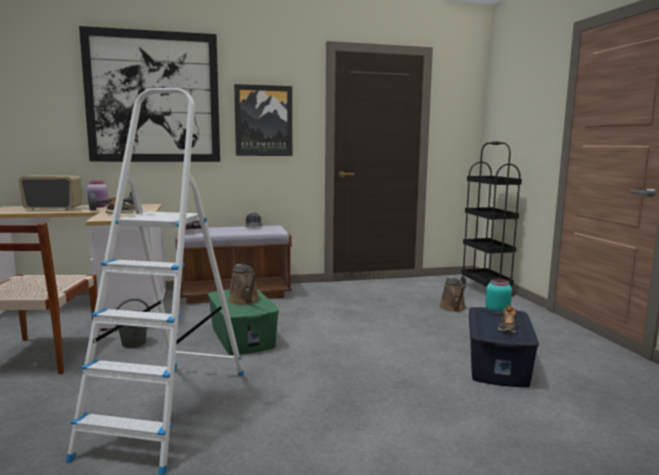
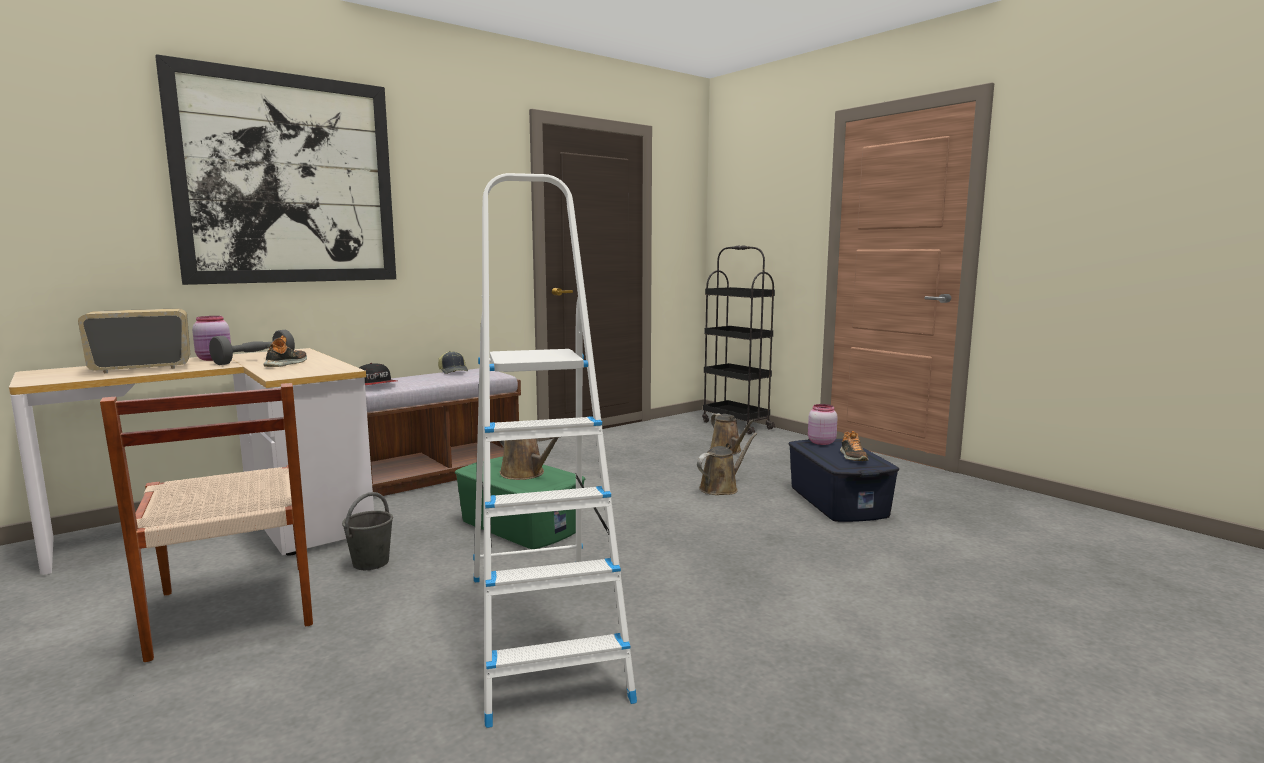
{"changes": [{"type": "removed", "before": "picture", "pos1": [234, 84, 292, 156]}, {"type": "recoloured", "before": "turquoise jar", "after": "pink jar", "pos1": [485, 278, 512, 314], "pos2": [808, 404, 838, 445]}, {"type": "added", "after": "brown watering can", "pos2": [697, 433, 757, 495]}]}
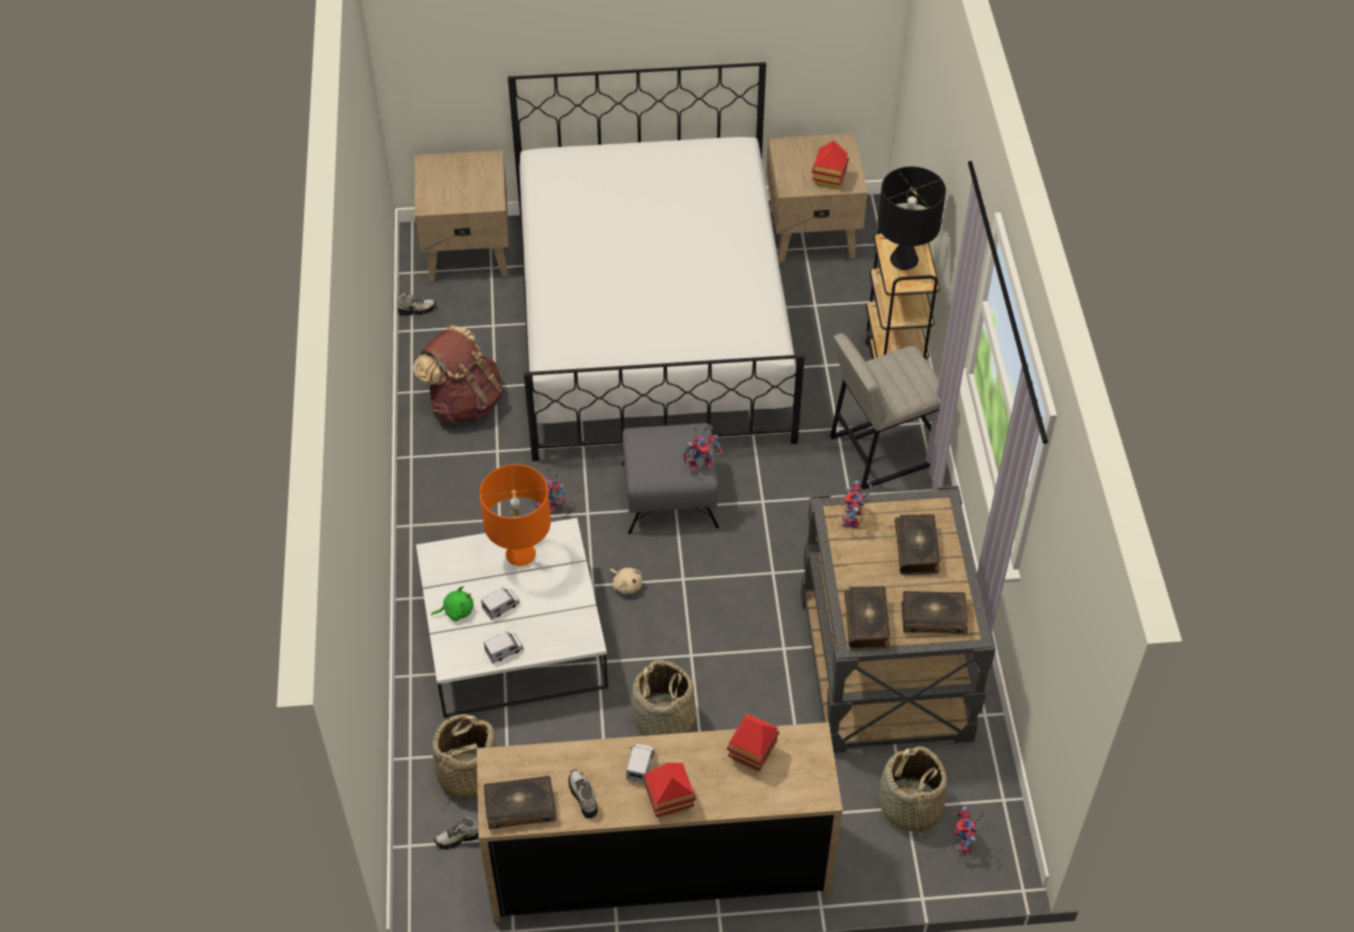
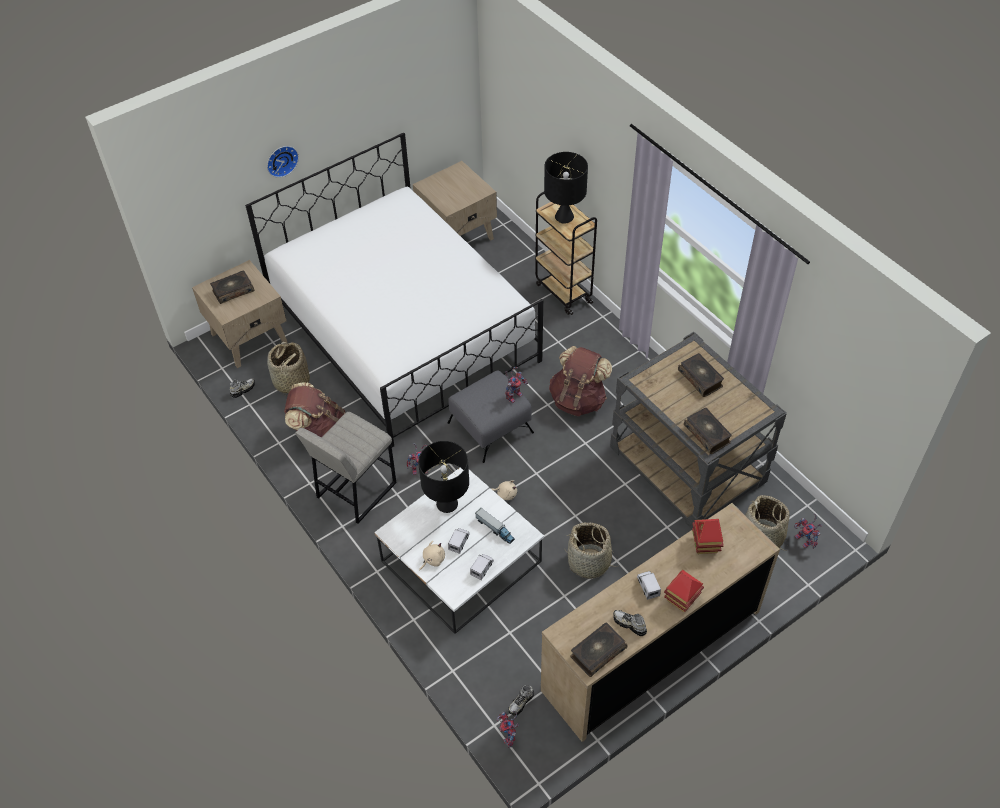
{"changes": [{"type": "removed", "before": "toy house", "pos1": [812, 140, 849, 190]}, {"type": "moved", "before": "grey chair", "pos1": [830, 333, 941, 490], "pos2": [295, 412, 397, 524]}, {"type": "recoloured", "before": "orange table lamp", "after": "black table lamp", "pos1": [479, 464, 551, 566], "pos2": [418, 441, 469, 513]}, {"type": "moved", "before": "toy robot", "pos1": [842, 480, 872, 528], "pos2": [496, 711, 519, 748]}, {"type": "recoloured", "before": "green plush toy", "after": "beige plush toy", "pos1": [431, 586, 474, 621], "pos2": [419, 541, 445, 571]}, {"type": "moved", "before": "book", "pos1": [901, 591, 968, 634], "pos2": [210, 270, 254, 304]}, {"type": "moved", "before": "basket", "pos1": [432, 714, 497, 798], "pos2": [267, 342, 310, 396]}, {"type": "added", "after": "wall clock", "pos2": [267, 146, 299, 178]}, {"type": "added", "after": "brown backpack", "pos2": [549, 346, 612, 416]}, {"type": "added", "after": "toy truck", "pos2": [476, 508, 515, 544]}]}
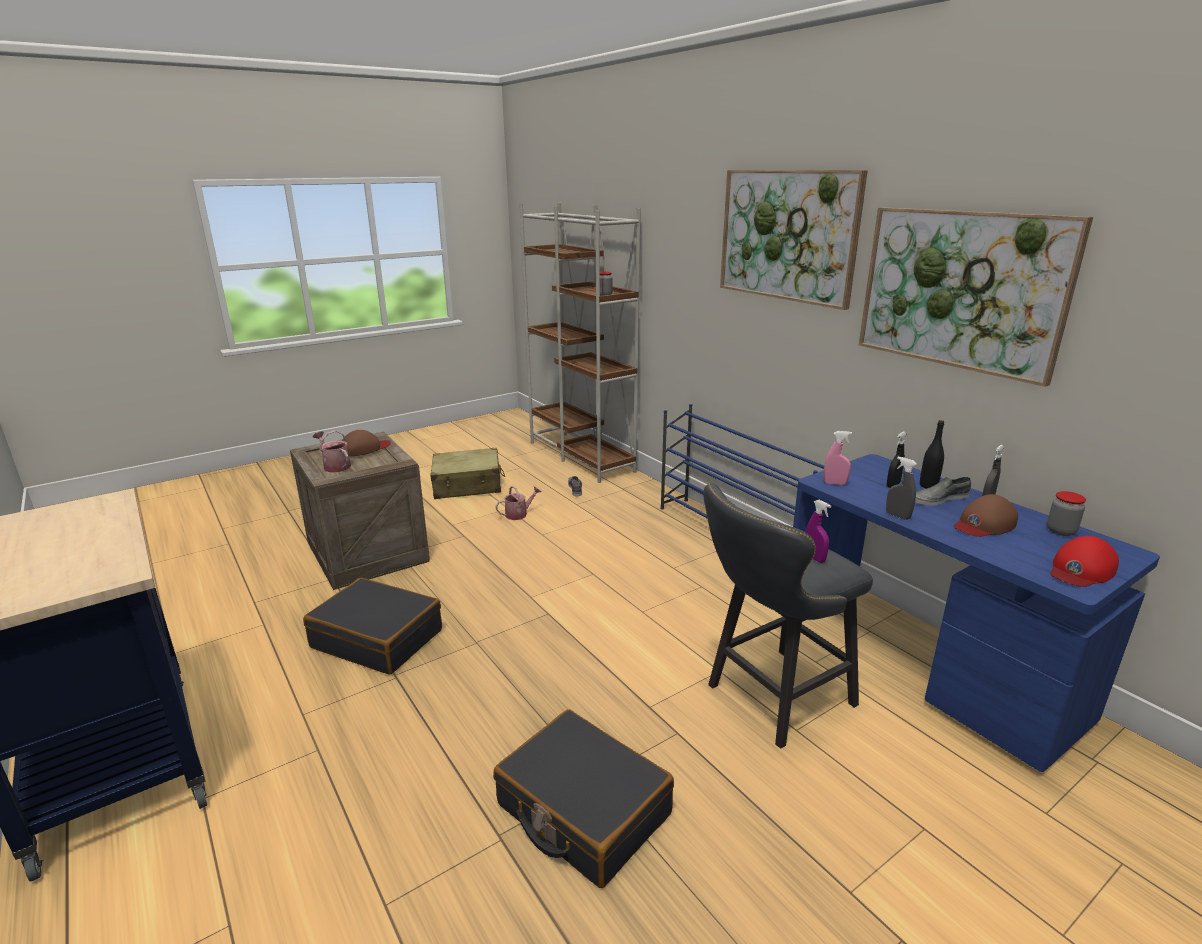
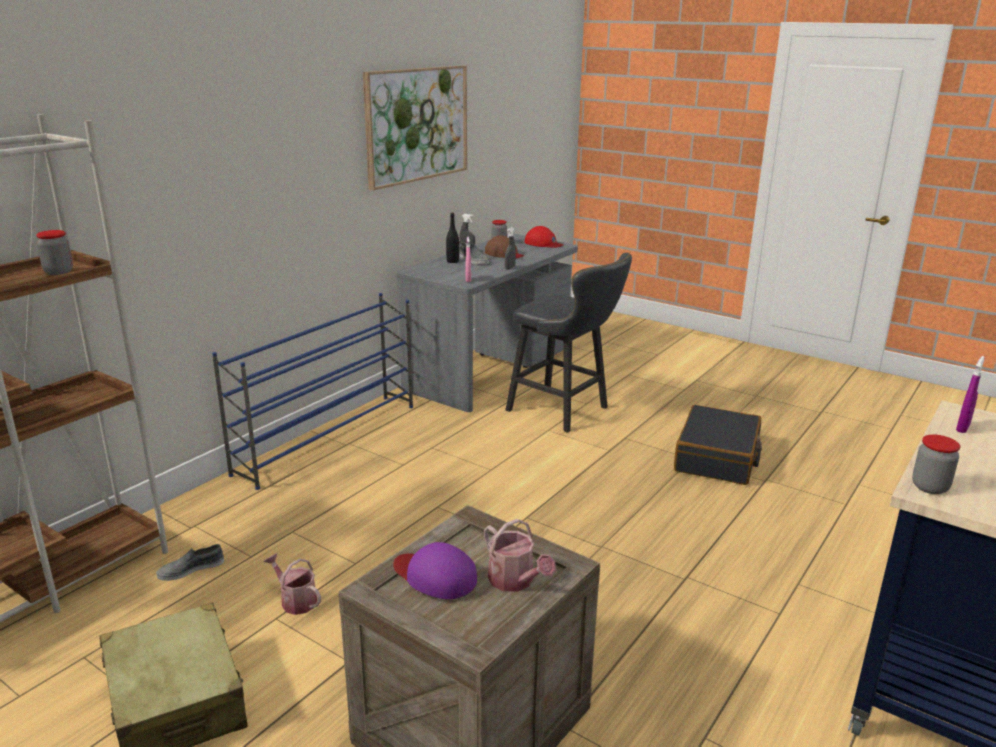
{"changes": [{"type": "removed", "before": "picture", "pos1": [720, 170, 868, 310]}, {"type": "turned", "before": "watering can", "pos1": [313, 430, 351, 472], "pos2": [484, 519, 556, 592], "turn": -60}, {"type": "recoloured", "before": "brown cap", "after": "purple cap", "pos1": [342, 430, 391, 456], "pos2": [393, 542, 477, 599]}, {"type": "removed", "before": "black spray bottle", "pos1": [887, 431, 907, 488]}, {"type": "recoloured", "before": "blue desk", "after": "grey desk", "pos1": [793, 454, 1160, 772], "pos2": [396, 234, 578, 412]}, {"type": "moved", "before": "purple spray bottle", "pos1": [806, 500, 831, 563], "pos2": [956, 356, 985, 433]}, {"type": "removed", "before": "black suitcase", "pos1": [303, 578, 442, 675]}, {"type": "added", "after": "jar", "pos2": [912, 435, 960, 494]}]}
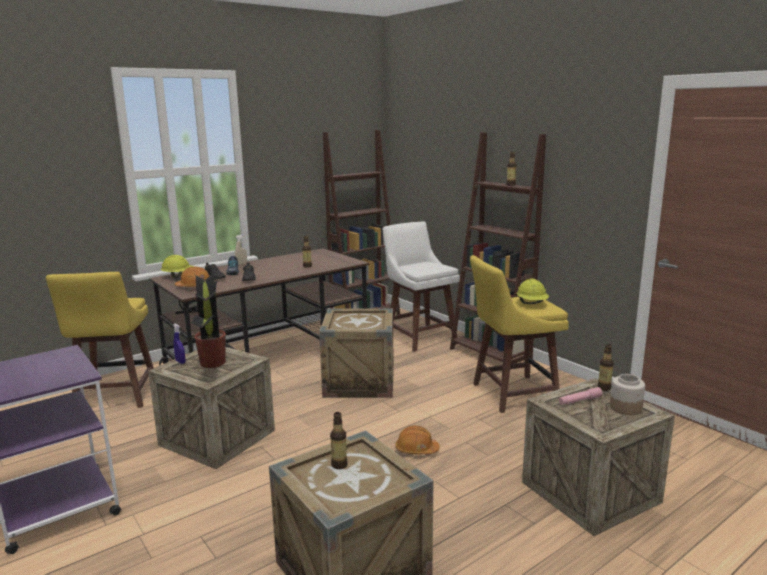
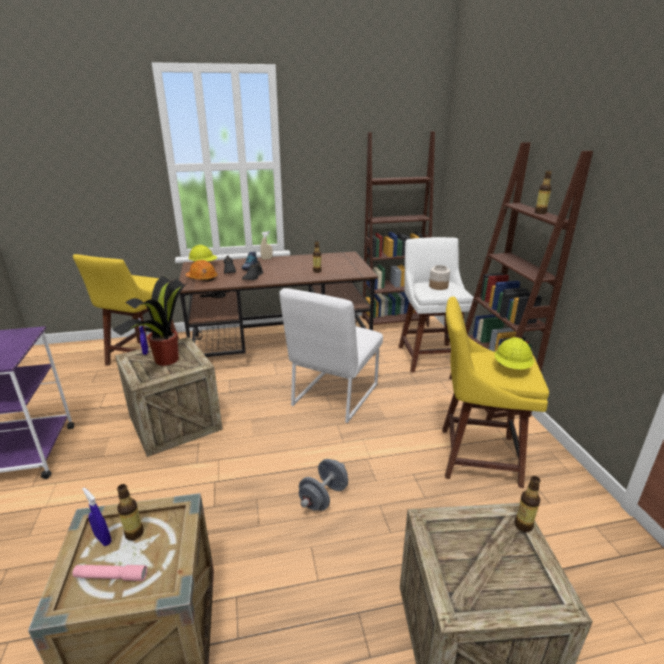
{"changes": [{"type": "replaced", "before": "crate", "after": "white chair", "pos1": [319, 308, 394, 398], "pos2": [279, 288, 383, 423]}, {"type": "moved", "before": "jar", "pos1": [610, 374, 645, 415], "pos2": [429, 265, 450, 290]}, {"type": "moved", "before": "pink flashlight", "pos1": [559, 387, 603, 405], "pos2": [72, 565, 147, 581]}, {"type": "replaced", "before": "orange hard hat", "after": "grey dumbbell", "pos1": [395, 425, 440, 454], "pos2": [299, 459, 348, 511]}, {"type": "added", "after": "blue spray bottle", "pos2": [82, 488, 112, 546]}]}
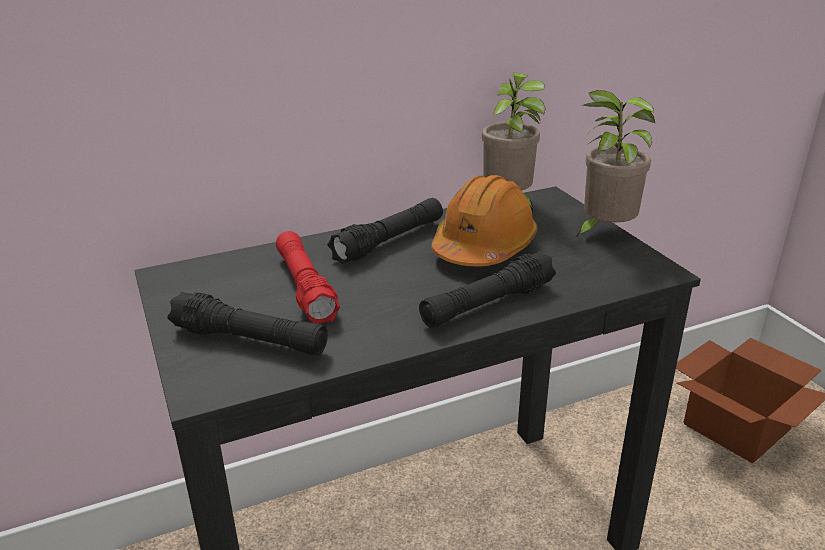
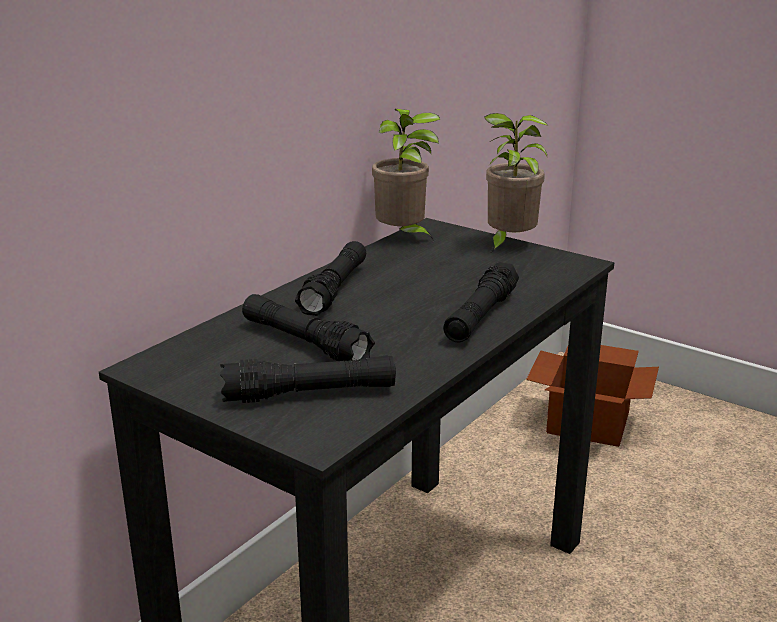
{"changes": [{"type": "removed", "before": "orange hard hat", "pos1": [431, 175, 537, 266]}, {"type": "recoloured", "before": "red flashlight", "after": "black flashlight", "pos1": [276, 231, 340, 324], "pos2": [242, 294, 375, 361]}]}
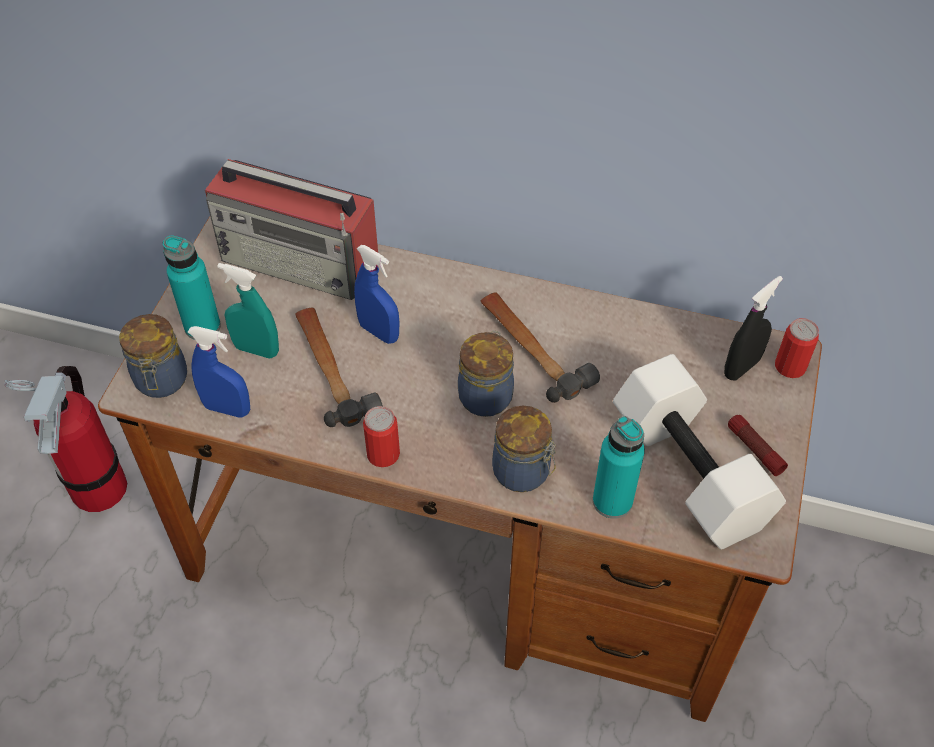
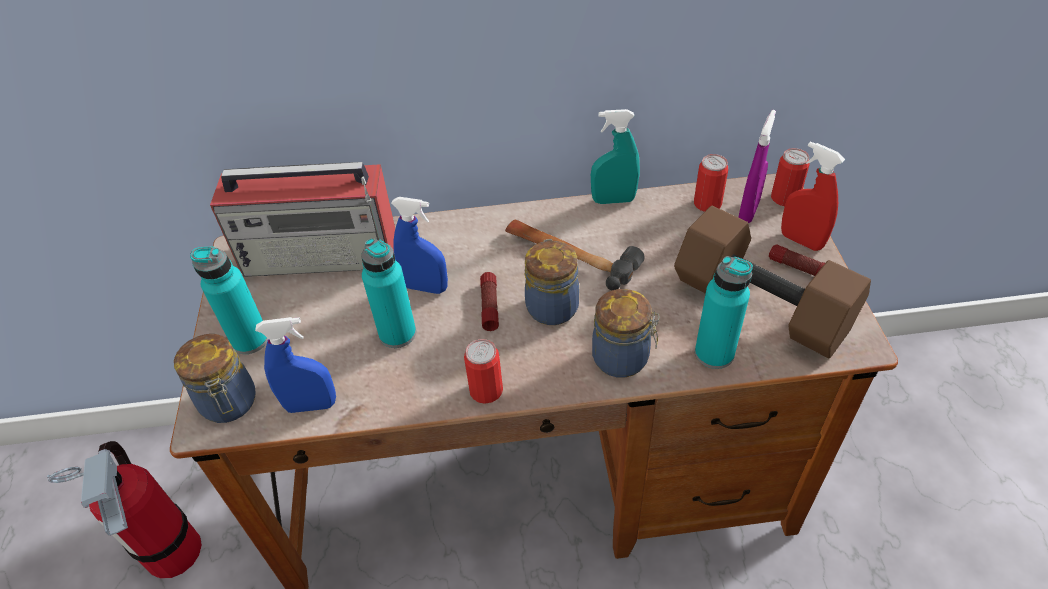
{"changes": [{"type": "moved", "before": "turquoise spray bottle", "pos1": [217, 263, 279, 359], "pos2": [591, 109, 640, 204]}, {"type": "recoloured", "before": "black spray bottle", "after": "purple spray bottle", "pos1": [724, 276, 783, 380], "pos2": [739, 110, 776, 223]}, {"type": "replaced", "before": "hammer", "after": "turquoise bottle", "pos1": [295, 308, 383, 427], "pos2": [361, 238, 416, 348]}, {"type": "recoloured", "before": "white dumbbell", "after": "brown dumbbell", "pos1": [613, 354, 786, 549], "pos2": [674, 206, 871, 358]}, {"type": "added", "after": "red spray bottle", "pos2": [781, 141, 845, 251]}, {"type": "added", "after": "can", "pos2": [694, 154, 728, 212]}, {"type": "added", "after": "flashlight", "pos2": [480, 272, 499, 331]}]}
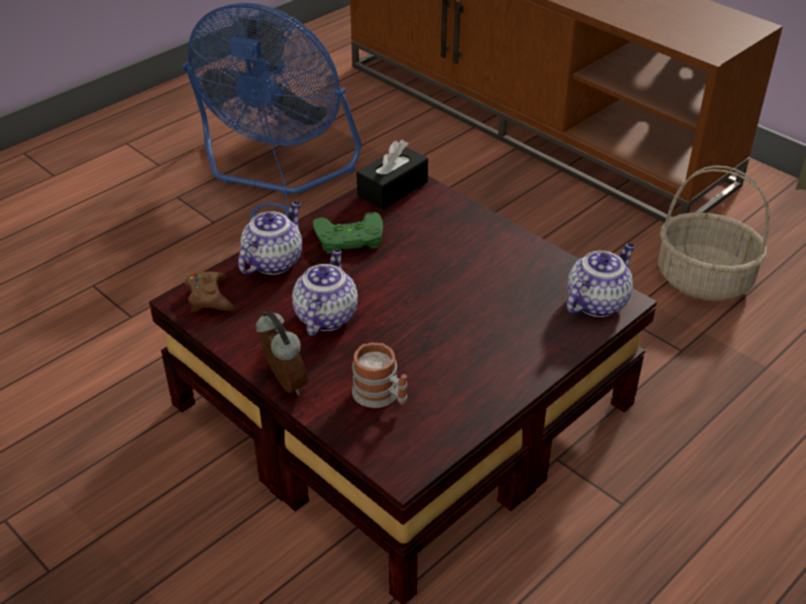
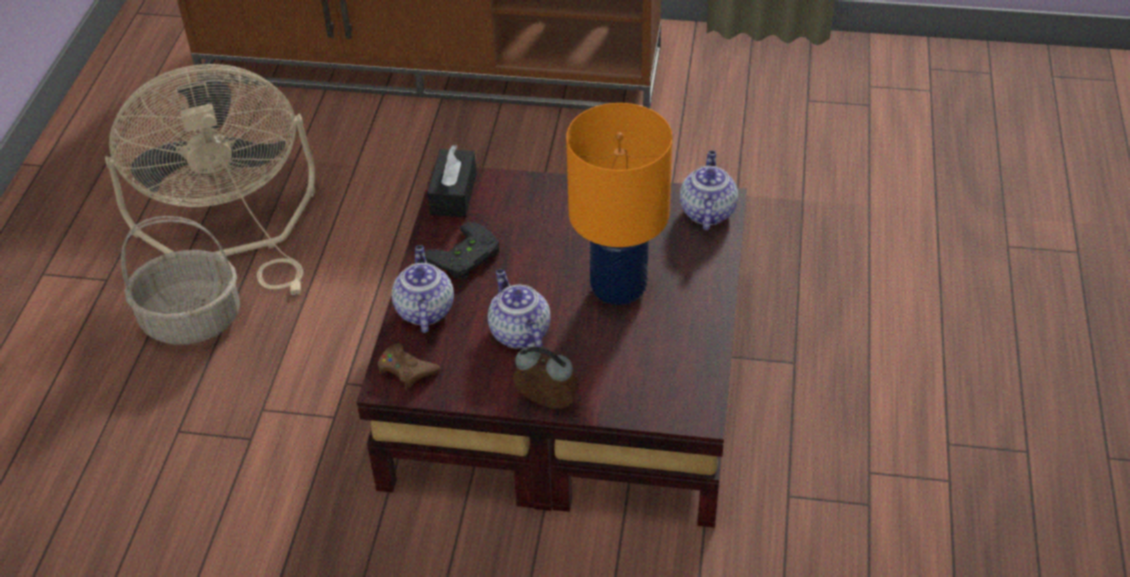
{"changes": [{"type": "recoloured", "before": "blue fan", "after": "beige fan", "pos1": [182, 3, 361, 219], "pos2": [105, 64, 316, 296]}, {"type": "moved", "before": "basket", "pos1": [658, 165, 770, 301], "pos2": [121, 216, 240, 345]}, {"type": "recoloured", "before": "green game controller", "after": "black game controller", "pos1": [312, 212, 383, 254], "pos2": [425, 222, 499, 280]}, {"type": "removed", "before": "mug", "pos1": [352, 342, 407, 408]}, {"type": "added", "after": "orange table lamp", "pos2": [566, 103, 672, 305]}]}
